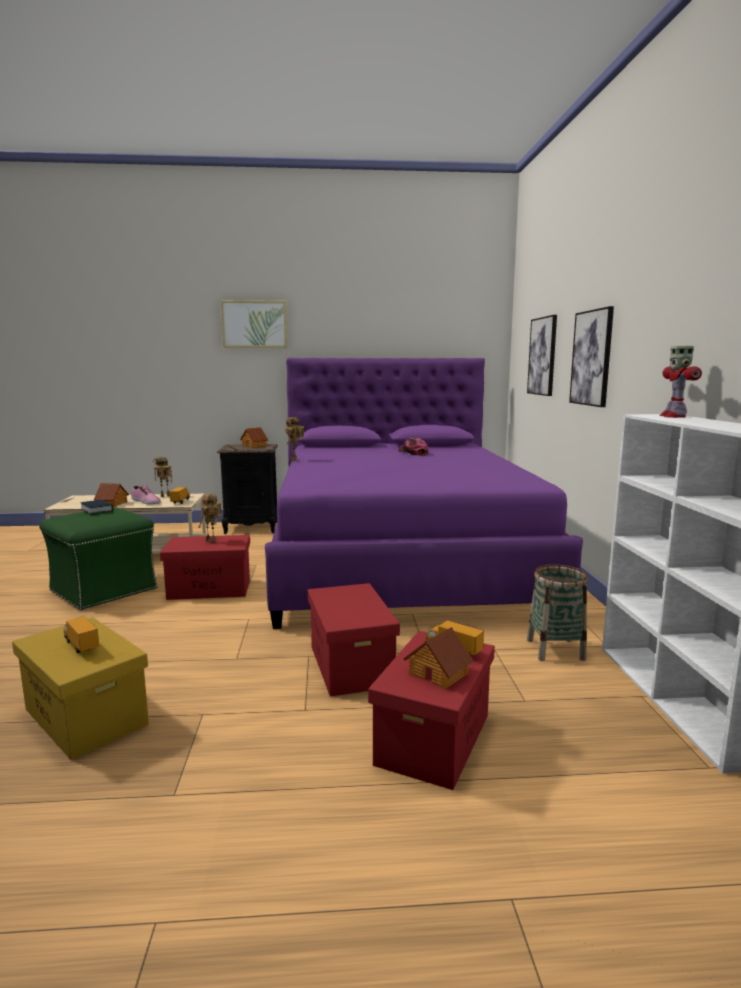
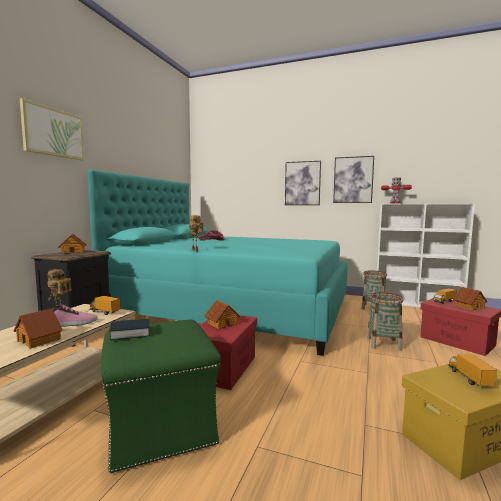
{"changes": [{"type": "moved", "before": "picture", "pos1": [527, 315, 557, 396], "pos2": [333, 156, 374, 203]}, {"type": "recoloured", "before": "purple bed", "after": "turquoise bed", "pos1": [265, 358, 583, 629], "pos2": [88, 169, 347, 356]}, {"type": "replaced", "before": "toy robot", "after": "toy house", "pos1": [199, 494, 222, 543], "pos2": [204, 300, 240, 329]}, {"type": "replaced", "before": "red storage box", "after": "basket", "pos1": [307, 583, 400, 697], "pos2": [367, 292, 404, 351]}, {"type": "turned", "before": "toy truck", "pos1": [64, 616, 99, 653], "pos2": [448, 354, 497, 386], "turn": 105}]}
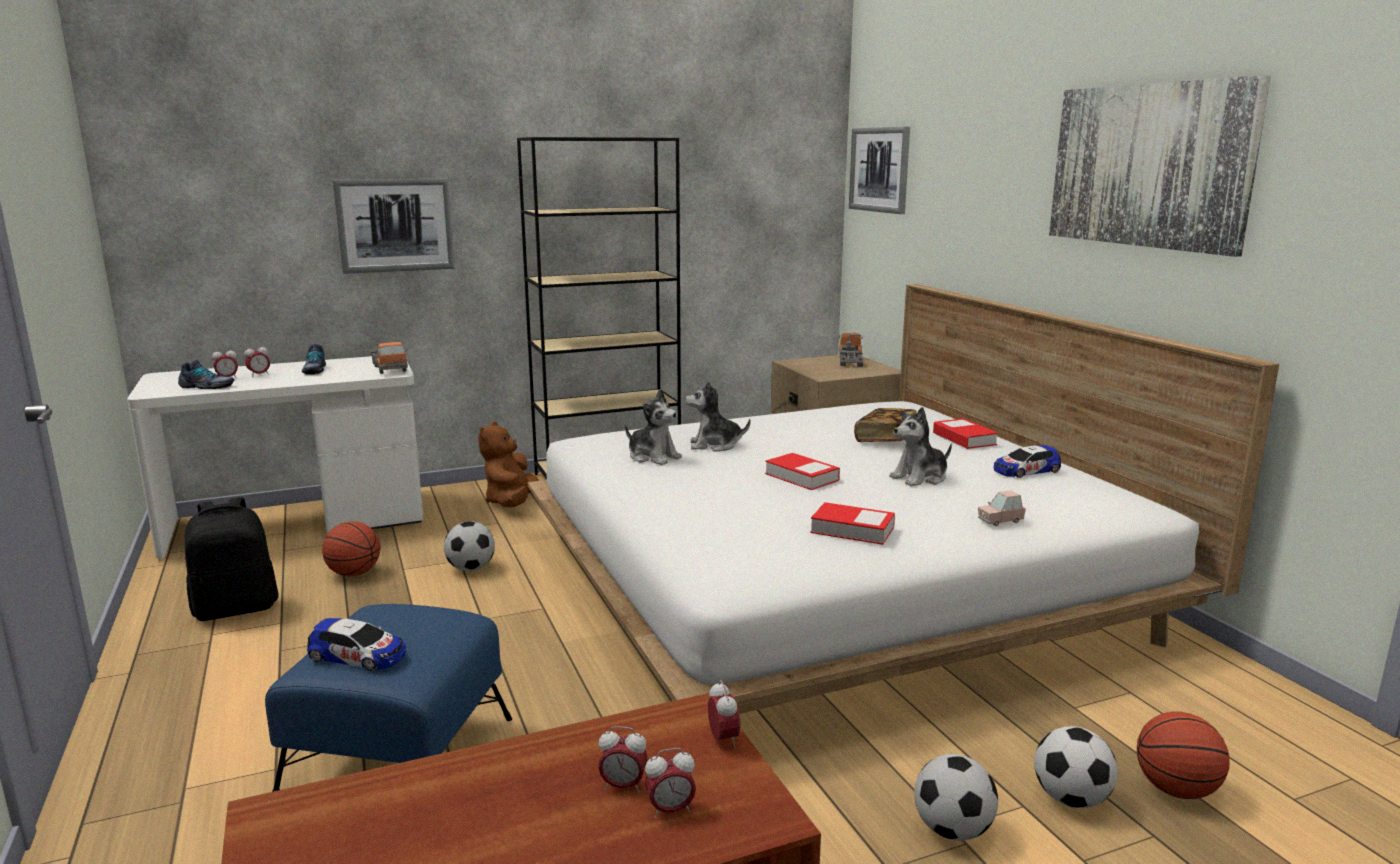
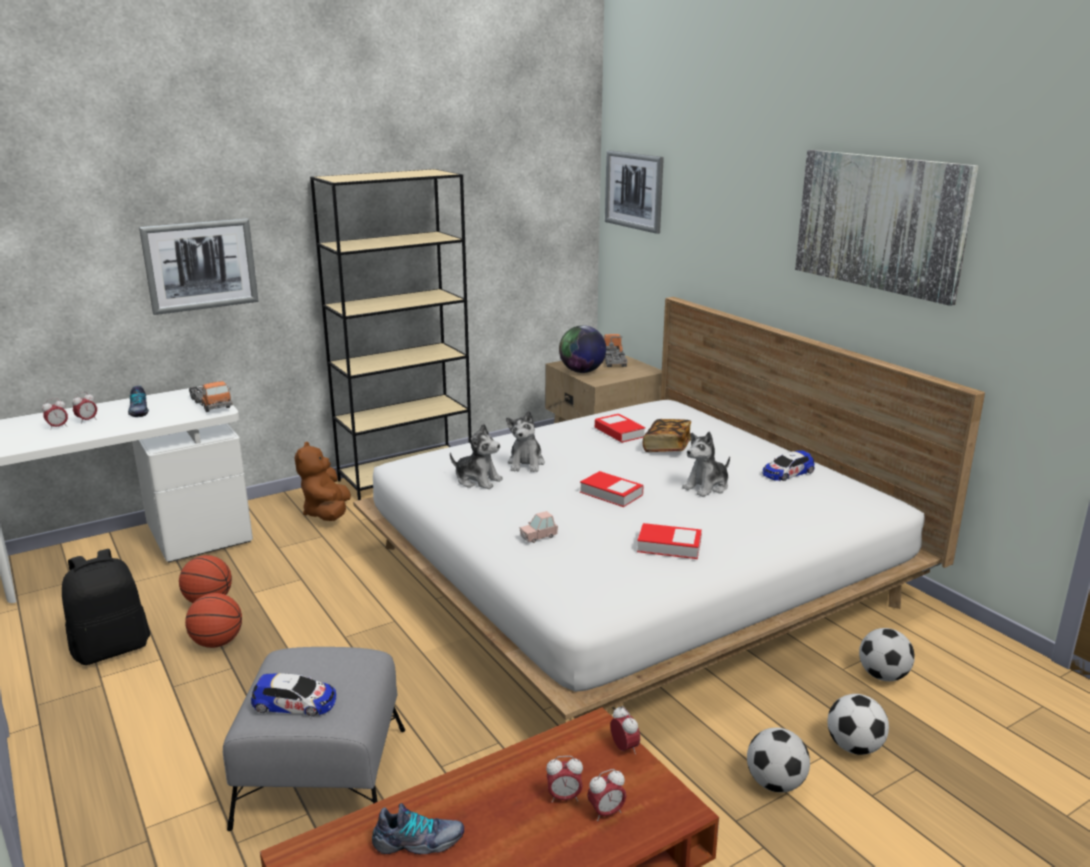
{"changes": [{"type": "moved", "before": "shoe", "pos1": [178, 360, 234, 389], "pos2": [372, 803, 464, 855]}, {"type": "turned", "before": "plush toy", "pos1": [685, 380, 751, 452], "pos2": [506, 411, 545, 472], "turn": -75}, {"type": "moved", "before": "book", "pos1": [933, 418, 998, 449], "pos2": [595, 414, 645, 443]}, {"type": "moved", "before": "pink toy car", "pos1": [978, 490, 1026, 526], "pos2": [520, 511, 558, 543]}, {"type": "moved", "before": "football", "pos1": [444, 521, 495, 571], "pos2": [859, 628, 915, 681]}, {"type": "recoloured", "before": "blue ottoman", "after": "grey ottoman", "pos1": [265, 604, 512, 792], "pos2": [223, 647, 405, 831]}, {"type": "moved", "before": "basketball", "pos1": [1137, 712, 1230, 799], "pos2": [185, 593, 242, 648]}, {"type": "added", "after": "globe", "pos2": [559, 325, 606, 373]}]}
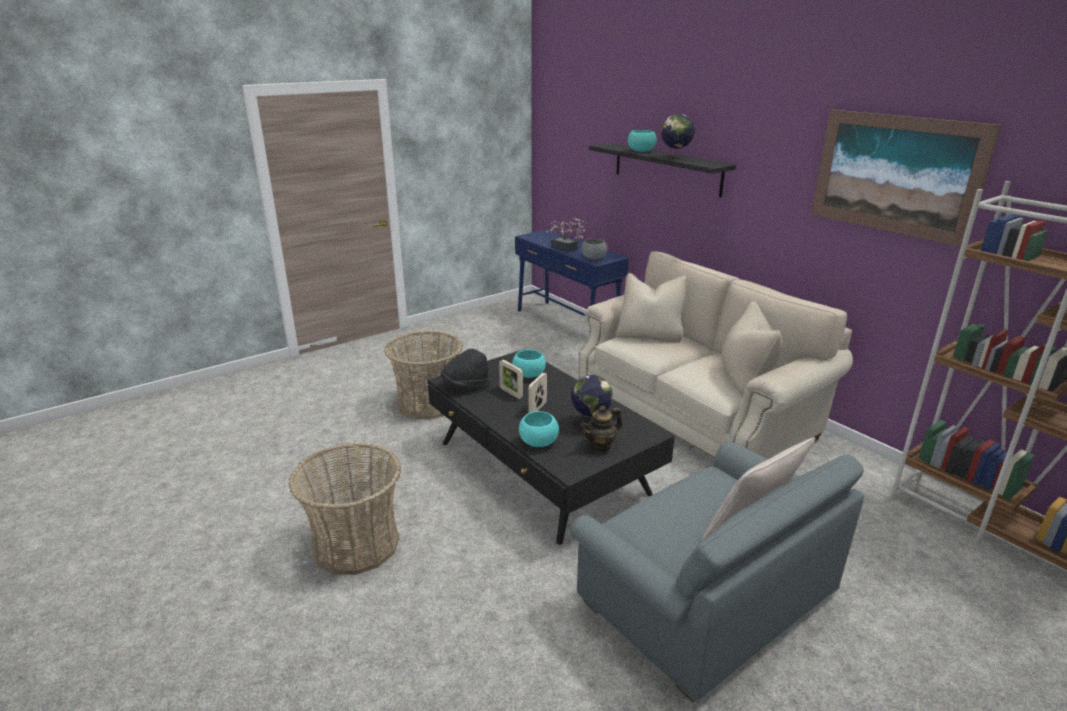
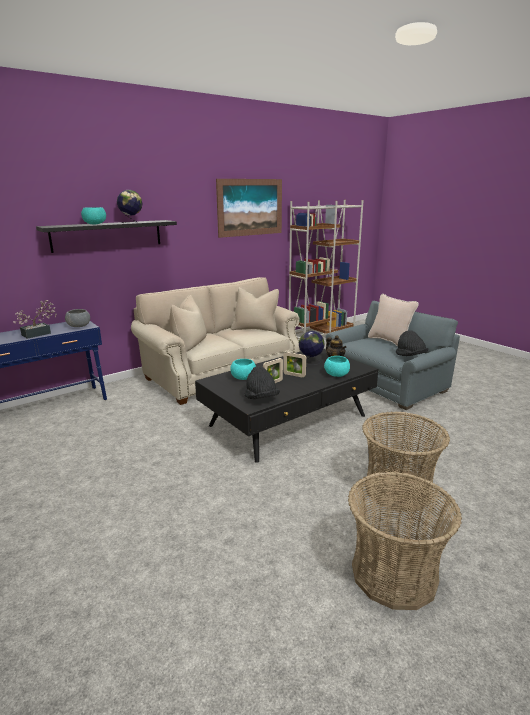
{"changes": [{"type": "moved", "before": "basket", "pos1": [384, 331, 463, 419], "pos2": [348, 472, 462, 610]}, {"type": "added", "after": "black hat", "pos2": [396, 330, 428, 356]}]}
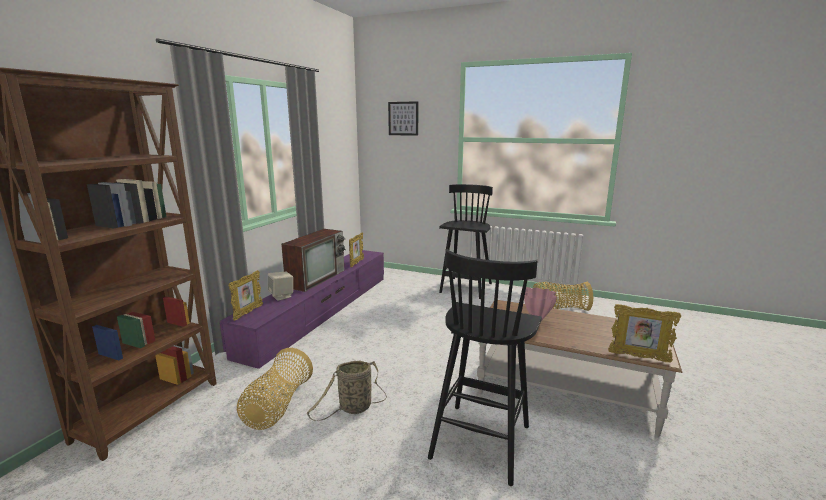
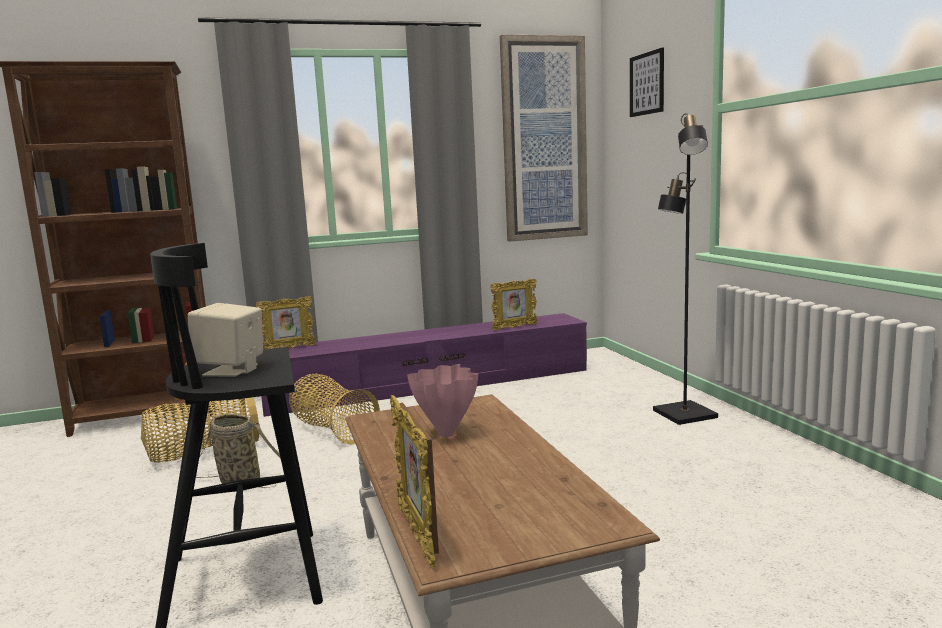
{"changes": [{"type": "replaced", "before": "black stool", "after": "black floor lamp", "pos1": [439, 184, 493, 299], "pos2": [653, 113, 718, 425]}, {"type": "removed", "before": "television", "pos1": [281, 229, 346, 292]}, {"type": "moved", "before": "beige speaker", "pos1": [268, 272, 293, 301], "pos2": [188, 303, 263, 377]}, {"type": "moved", "before": "basket", "pos1": [533, 282, 593, 311], "pos2": [289, 374, 380, 444]}, {"type": "added", "after": "picture", "pos2": [500, 35, 588, 241]}]}
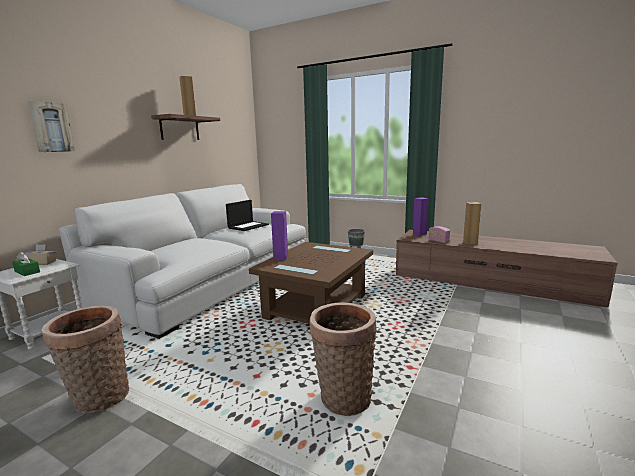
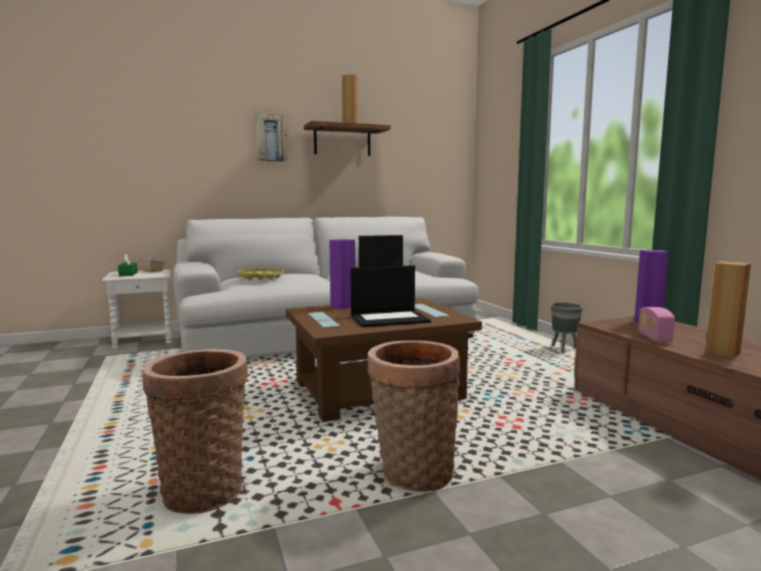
{"changes": [{"type": "moved", "before": "picture", "pos1": [28, 101, 75, 152], "pos2": [255, 114, 287, 162]}, {"type": "moved", "before": "basket", "pos1": [41, 305, 129, 413], "pos2": [368, 340, 461, 492]}, {"type": "added", "after": "laptop", "pos2": [351, 265, 431, 327]}, {"type": "added", "after": "yellow tray", "pos2": [238, 268, 284, 280]}]}
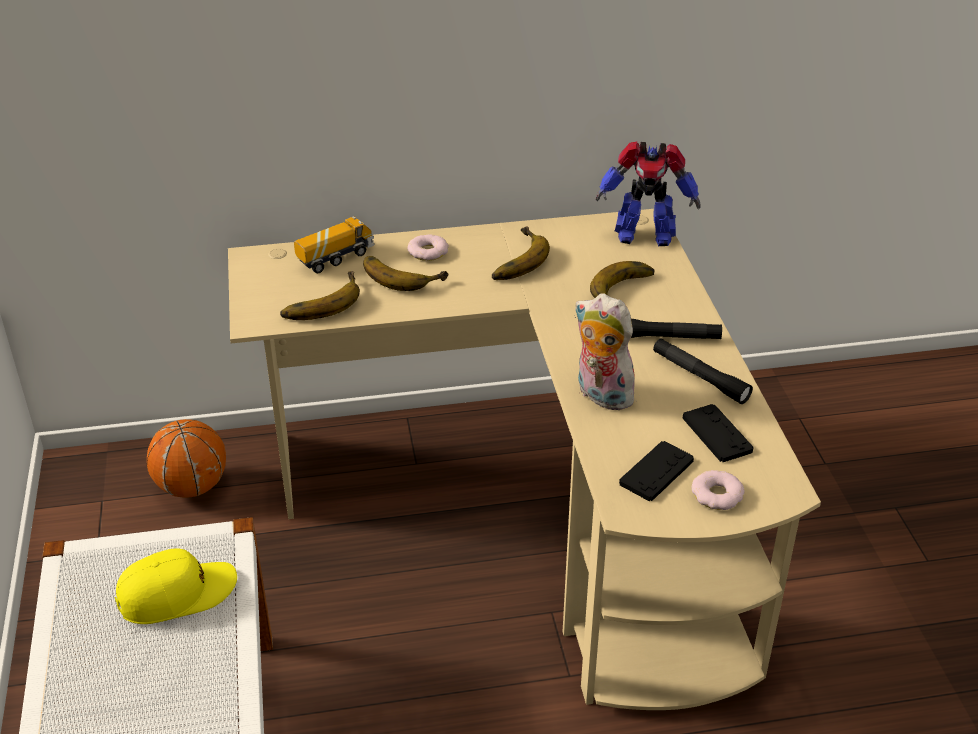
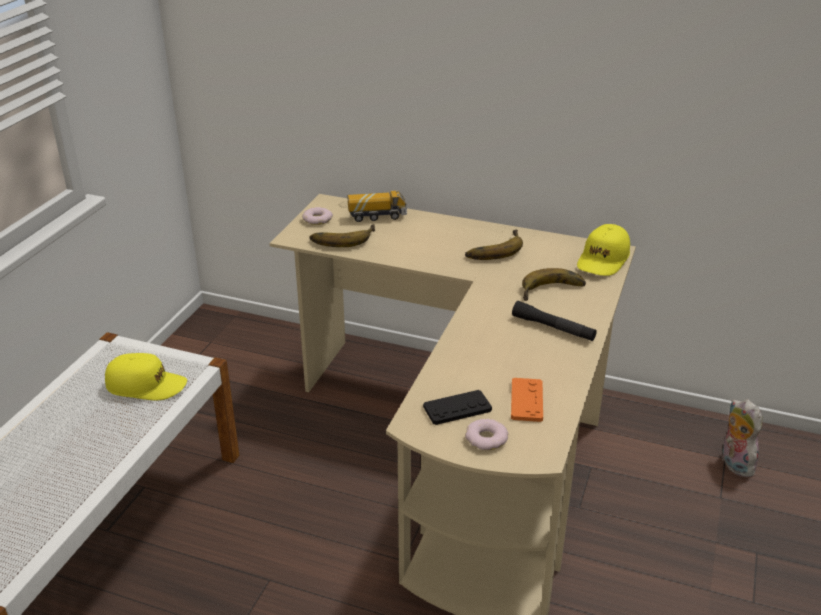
{"changes": [{"type": "replaced", "before": "toy robot", "after": "yellow cap", "pos1": [596, 142, 700, 246], "pos2": [577, 224, 630, 276]}, {"type": "moved", "before": "donut", "pos1": [407, 234, 449, 261], "pos2": [302, 207, 333, 225]}, {"type": "removed", "before": "banana", "pos1": [363, 256, 449, 291]}, {"type": "moved", "before": "plush toy", "pos1": [574, 293, 639, 410], "pos2": [722, 399, 762, 477]}, {"type": "removed", "before": "black flashlight", "pos1": [653, 338, 753, 404]}, {"type": "recoloured", "before": "black game controller", "after": "orange game controller", "pos1": [683, 404, 754, 462], "pos2": [511, 378, 543, 422]}, {"type": "removed", "before": "basketball", "pos1": [147, 419, 226, 498]}]}
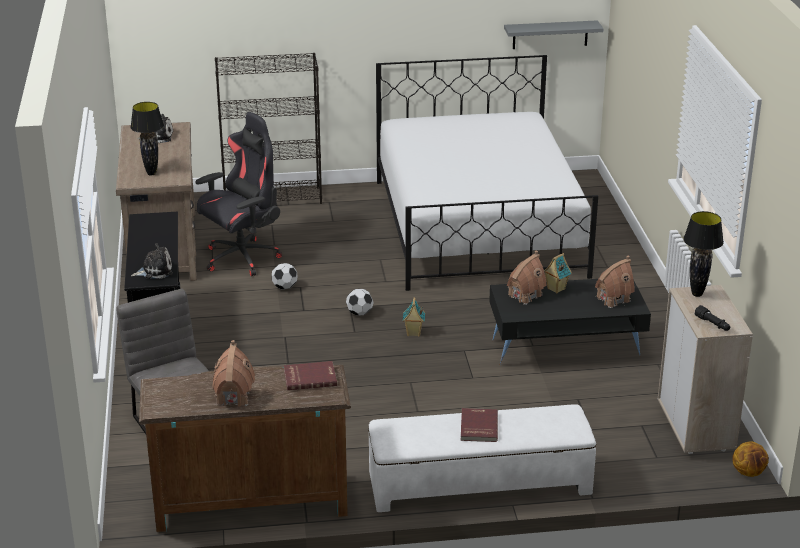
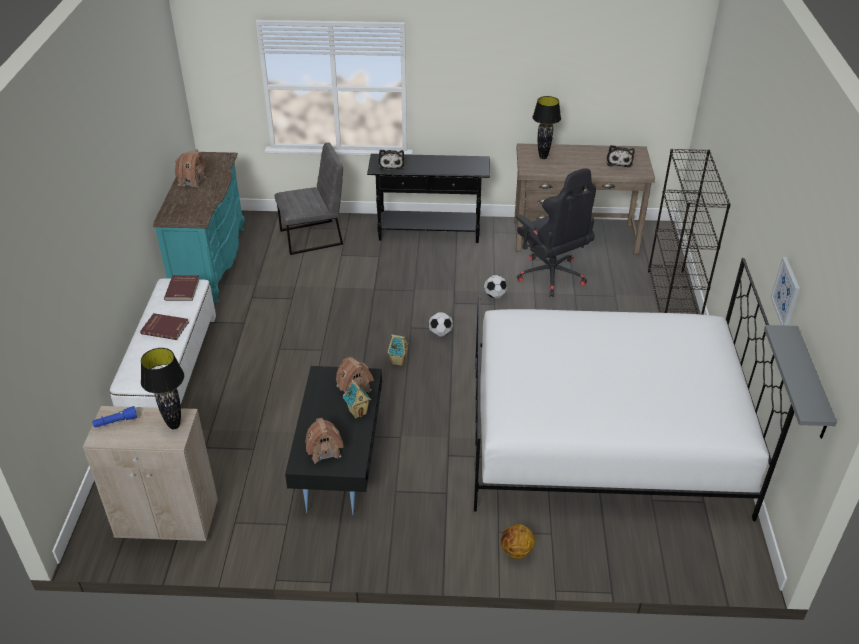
{"changes": [{"type": "recoloured", "before": "black flashlight", "after": "blue flashlight", "pos1": [695, 305, 730, 331], "pos2": [92, 406, 137, 427]}, {"type": "moved", "before": "red book", "pos1": [284, 361, 337, 390], "pos2": [164, 275, 200, 301]}, {"type": "moved", "before": "basketball", "pos1": [732, 441, 769, 477], "pos2": [501, 524, 535, 559]}, {"type": "added", "after": "picture", "pos2": [770, 257, 800, 326]}]}
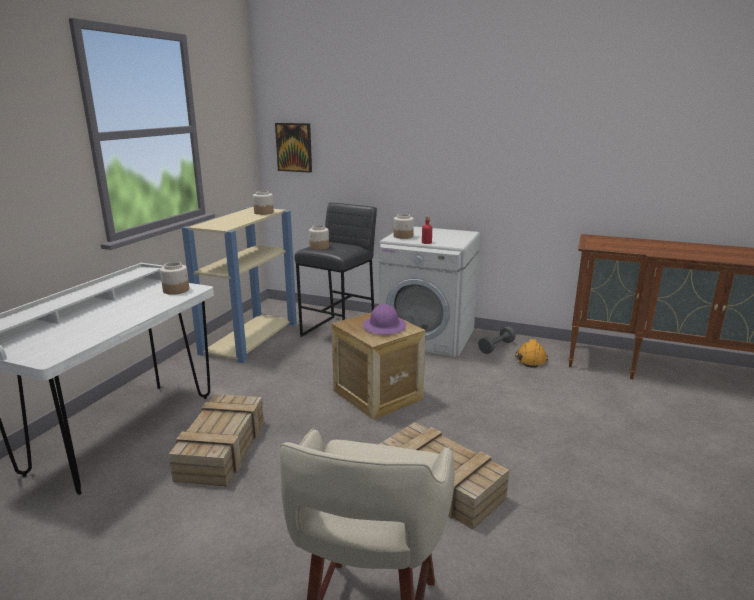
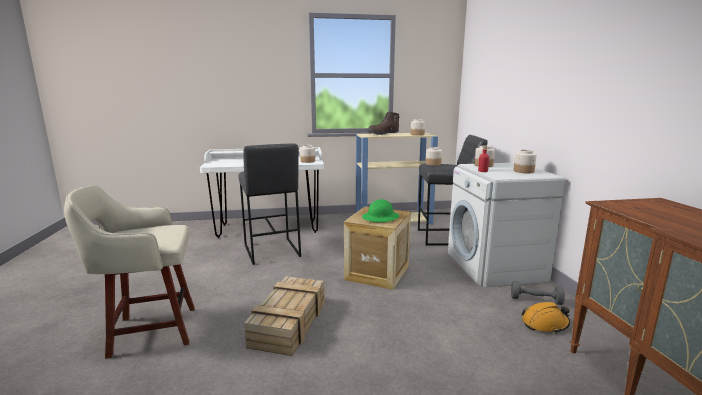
{"changes": [{"type": "removed", "before": "picture", "pos1": [275, 123, 312, 173]}, {"type": "recoloured", "before": "purple hard hat", "after": "green hard hat", "pos1": [363, 304, 406, 335], "pos2": [362, 199, 399, 222]}, {"type": "replaced", "before": "crate", "after": "grey stool", "pos1": [169, 394, 264, 486], "pos2": [238, 143, 301, 265]}, {"type": "added", "after": "brown boot", "pos2": [367, 111, 399, 135]}, {"type": "added", "after": "jar", "pos2": [513, 150, 537, 173]}]}
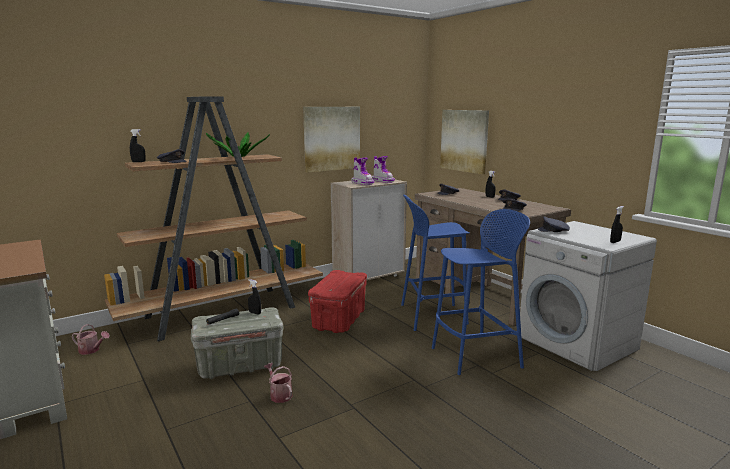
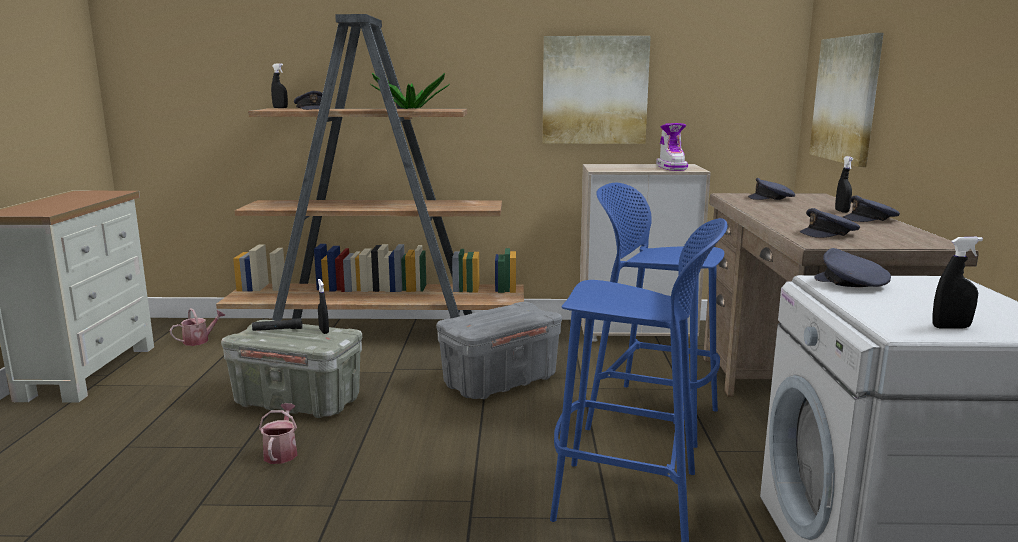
{"changes": [{"type": "removed", "before": "boot", "pos1": [351, 157, 374, 185]}, {"type": "recoloured", "before": "red storage box", "after": "grey storage box", "pos1": [308, 270, 367, 333], "pos2": [436, 302, 562, 399]}, {"type": "turned", "before": "watering can", "pos1": [72, 324, 110, 355], "pos2": [170, 308, 226, 346], "turn": -90}]}
